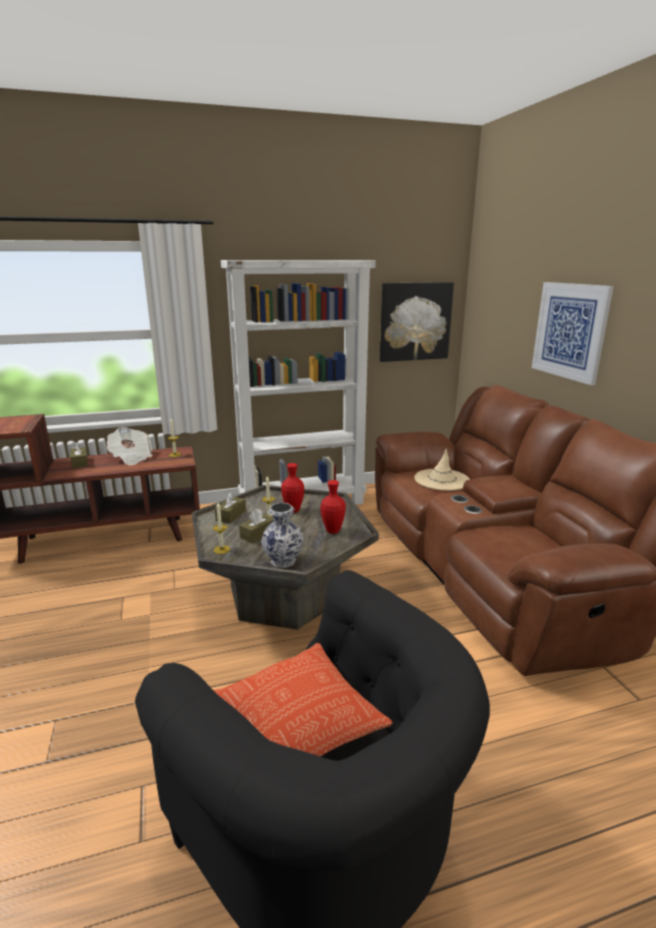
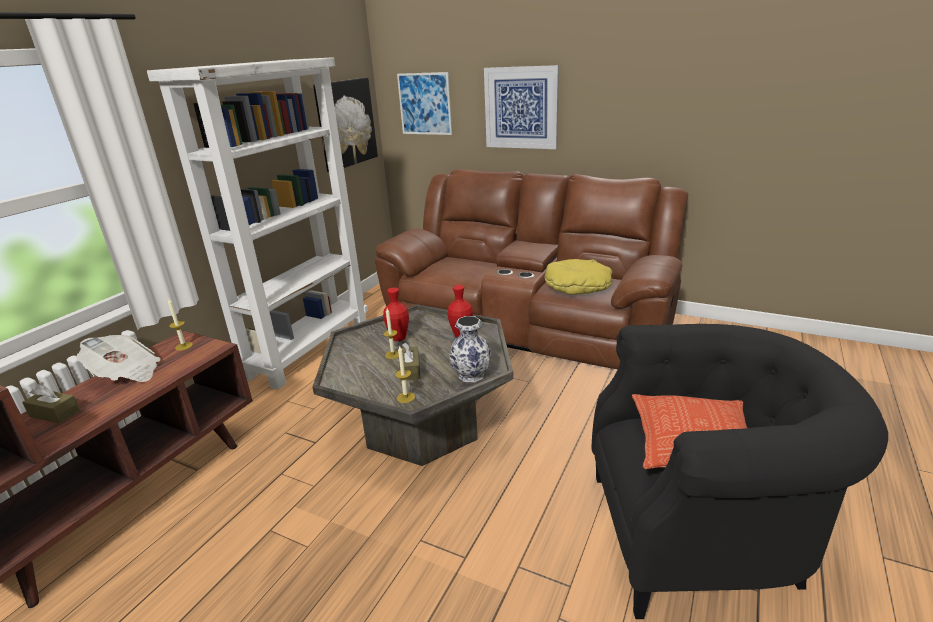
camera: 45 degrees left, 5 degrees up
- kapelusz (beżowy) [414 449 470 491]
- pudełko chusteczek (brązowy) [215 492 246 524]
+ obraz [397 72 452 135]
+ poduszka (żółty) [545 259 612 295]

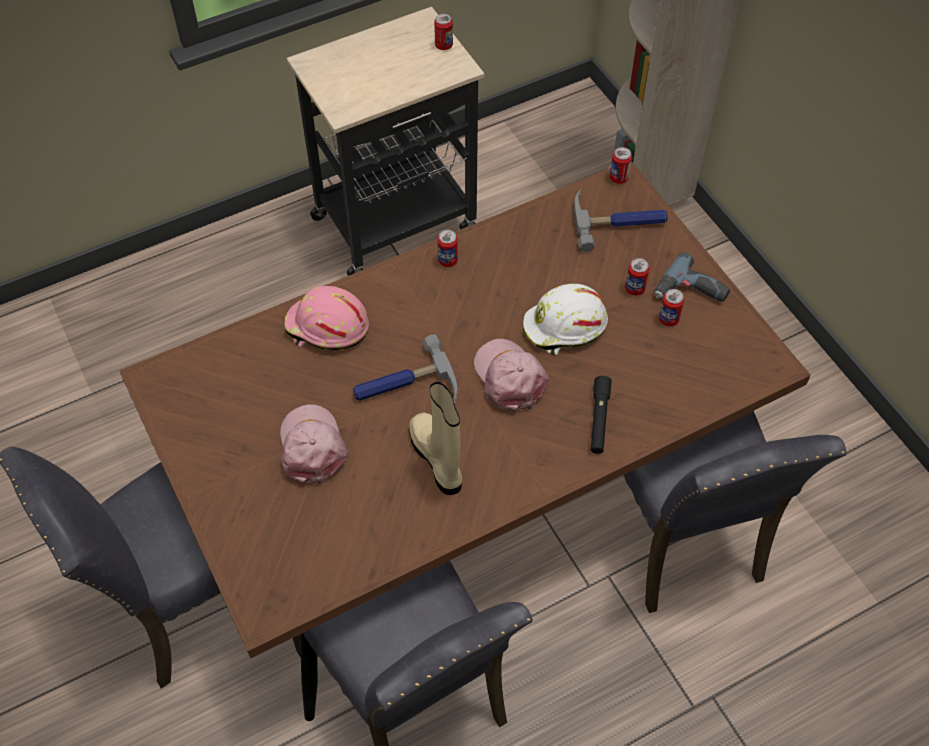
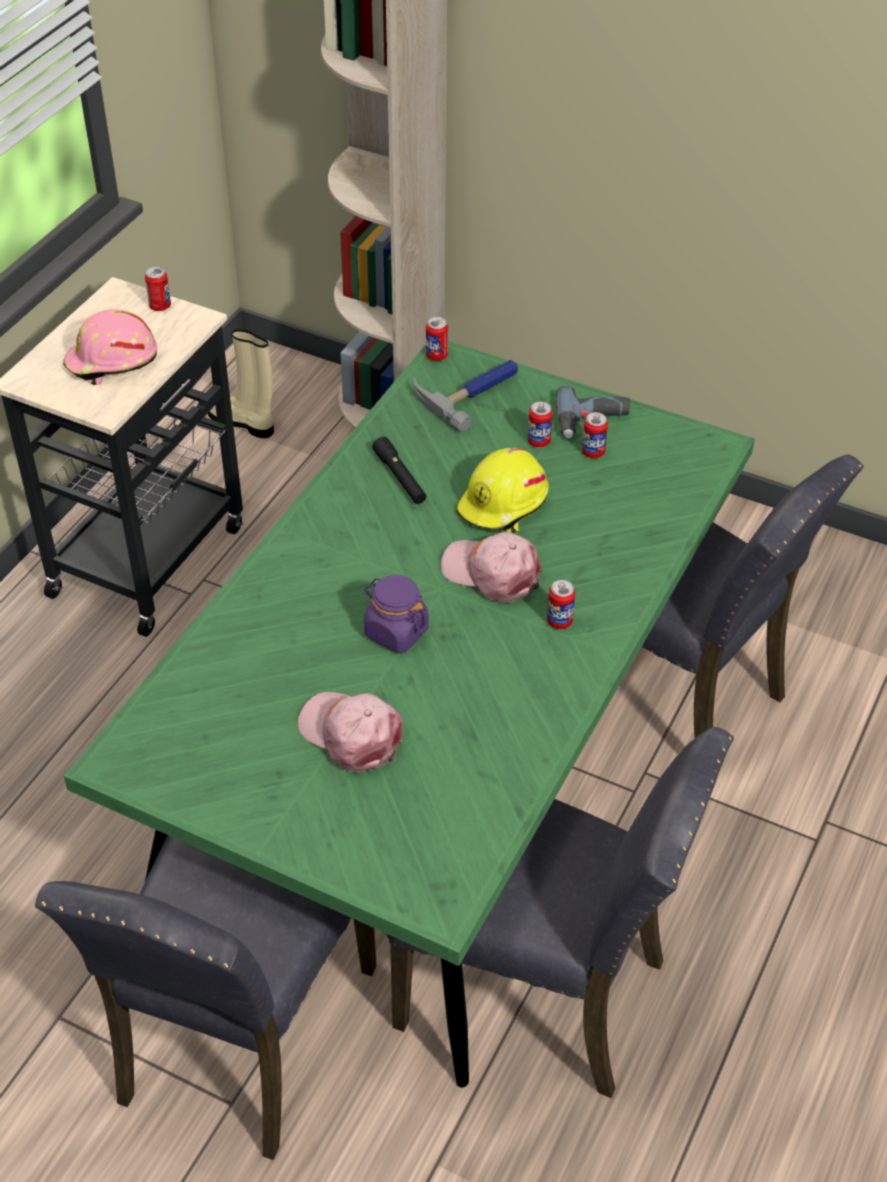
camera: 35 degrees left, 10 degrees down
~ stół jadalny (brązowy) [119 161 811 721] to stół jadalny (zielony) [64 341 755 1088]
~ puszka [437 230 458 267] to [547 580 575 629]
~ kask (biały) [523 284 608 355] to kask (żółty) [456 448 549 533]
~ kask (różowy) [284 286 369 350] to [63 309 157 385]
~ młotek [353 334 458 404] to słoik (fioletowy) [364 575 429 653]
~ latarka (czarny) [591 376 612 454] to [372 437 426 504]
~ but z cholewką (beżowy) [409 382 462 495] to [208 329 274 438]

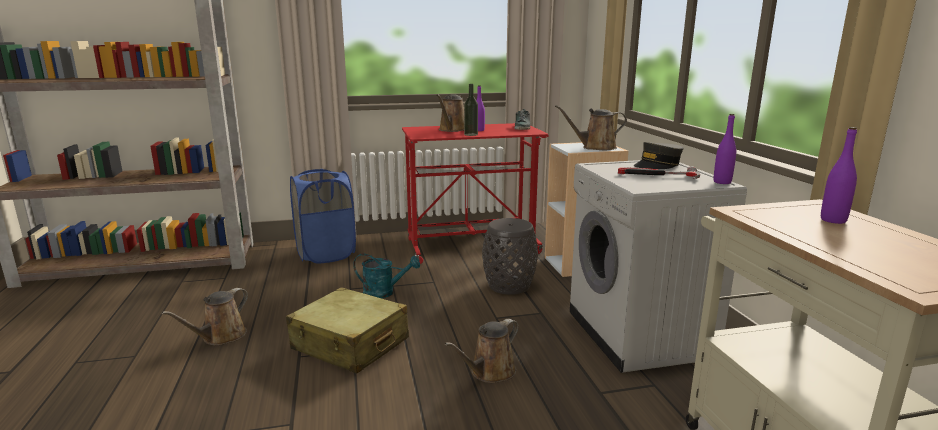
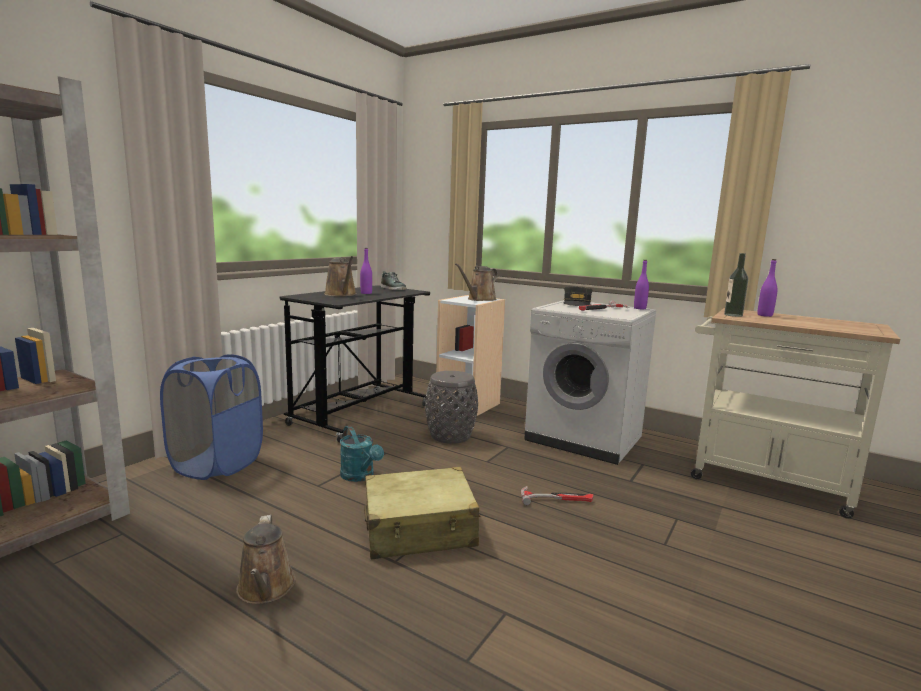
camera: 45 degrees left, 5 degrees down
~ butelka [464 84 478 136] to [724 253 748 317]
~ biurko (czerwony) [402 123 548 264] to biurko (czarny) [279 286 430 443]
~ konewka (turkusowy) [353 254 420 299] = [340 426 384 482] 90 degrees clockwise
~ konewka (brązowy) [445 319 519 383] to młotek [521 486 593 505]

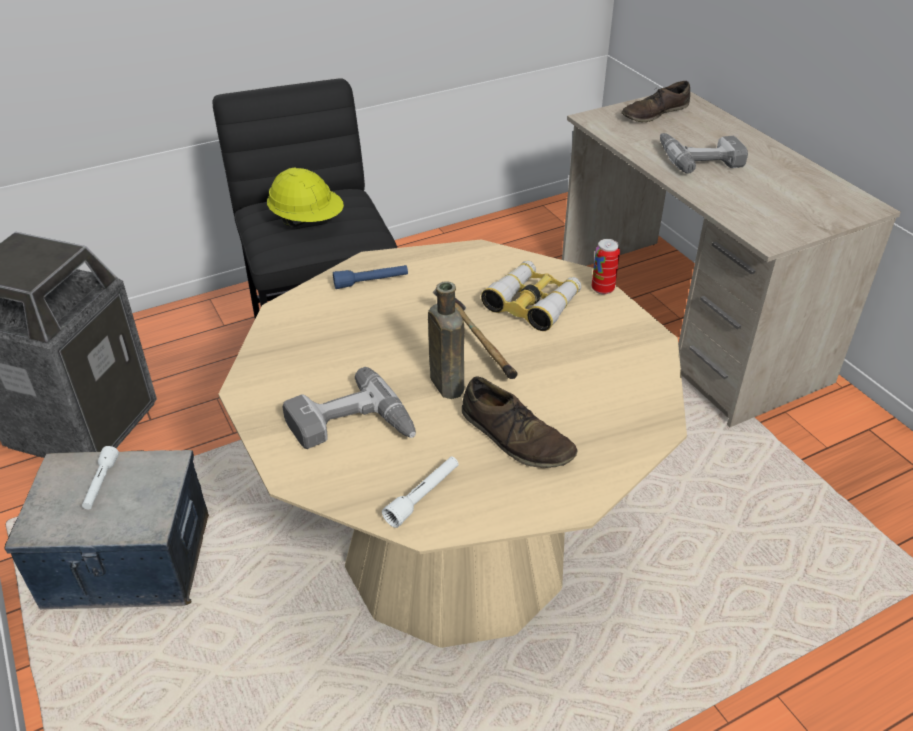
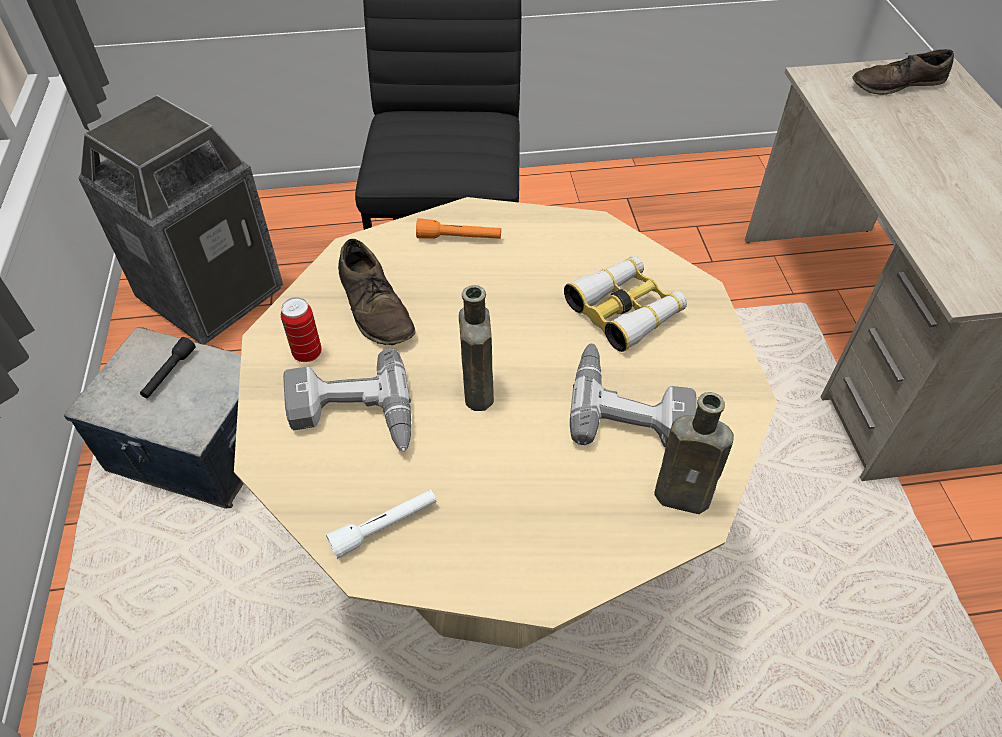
camera: 20 degrees right, 10 degrees up
~ wiertarka [660 133 748 174] to [570 343 697 447]
- kask (żółty) [267 167 344 227]
~ puszka [592 239 620 295] to [281 297 322 362]
~ latarka (niebieski) [333 265 408 289] to latarka (pomarańczowy) [416 218 501 239]
- młotek [432 289 518 379]
~ but (brązowy) [462 376 578 468] to [338 239 415 345]
~ latarka (biały) [82 446 119 509] to latarka (czarny) [140 337 196 398]
+ butelka (brązowy) [654 392 734 514]

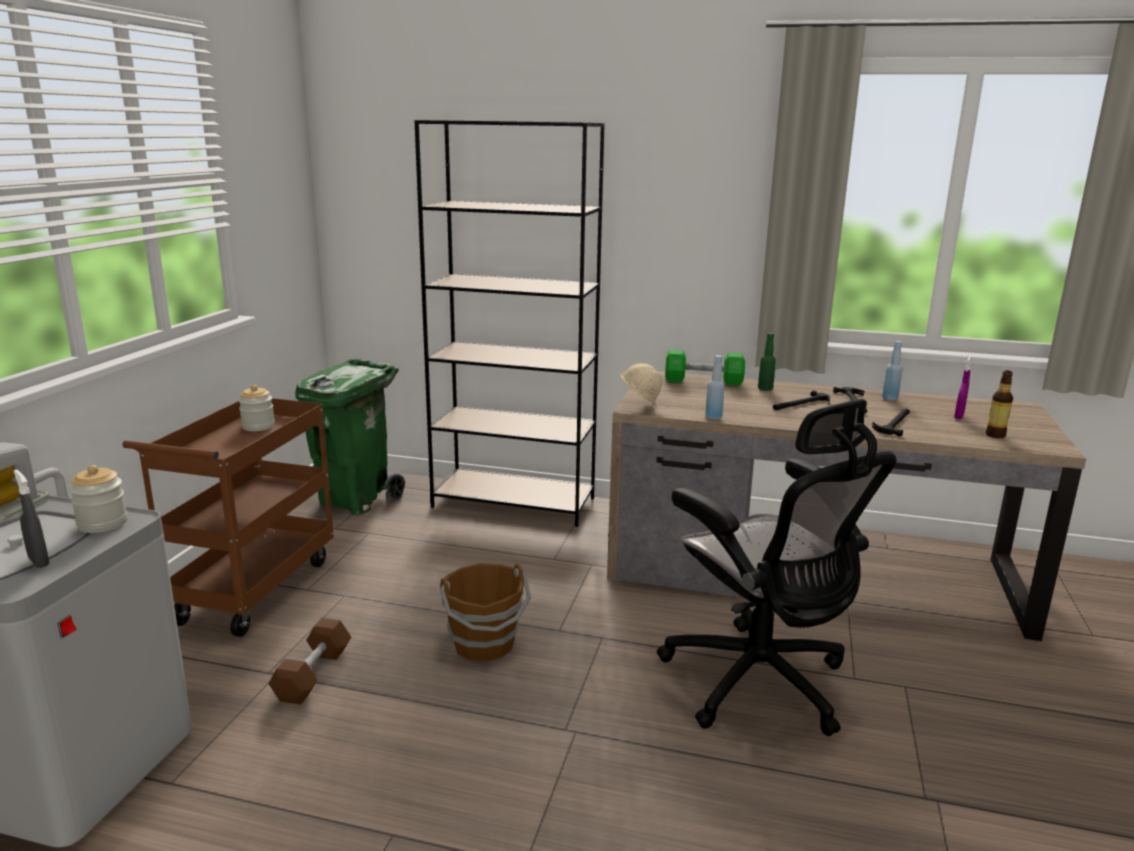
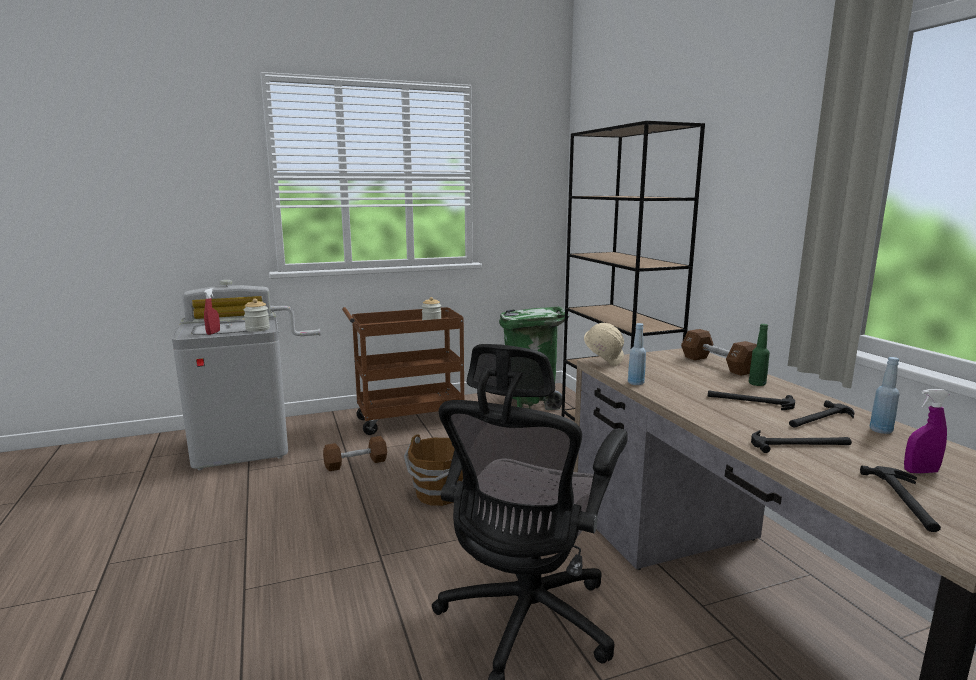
camera: 55 degrees right, 5 degrees down
~ hantel (zielony) [665 350 745 386] to hantel (brązowy) [681 329 757 376]
~ butelka [986 370 1013 438] to młotek [860 466 941 532]
~ spryskiwacz (szary) [14 469 49 568] to spryskiwacz (czerwony) [204 288 220 335]

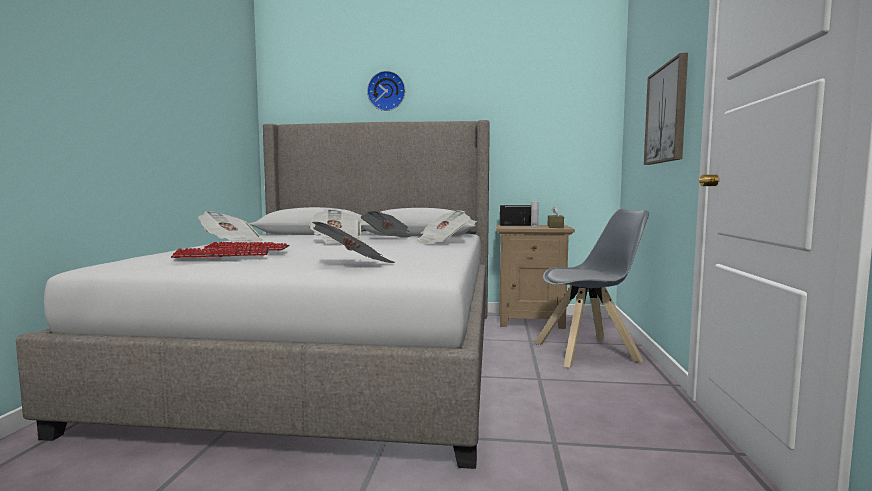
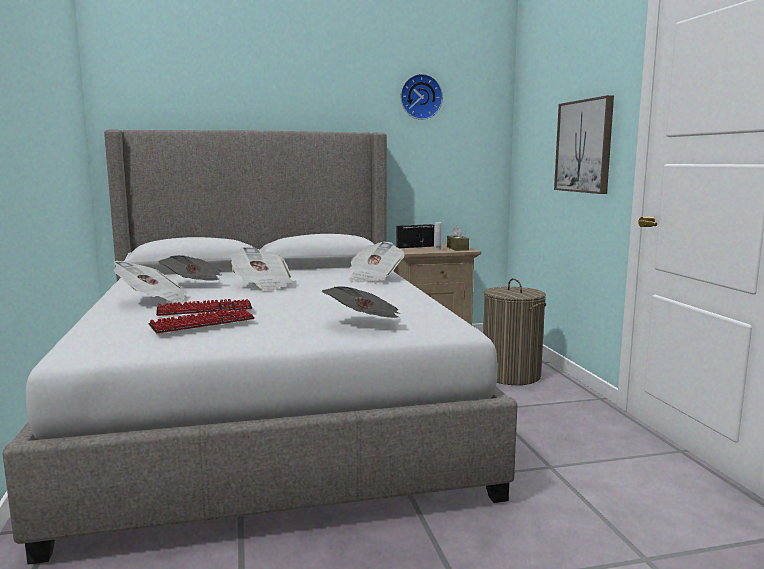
camera: 20 degrees left, 5 degrees up
~ zegar ścienny [367 71 406 111] to [400 74 443 120]
~ krzesło (szary) [534 208 649 368] to kosz na pranie [483 278 546 385]
~ gazeta [361 211 410 238] to [158 255 221 281]

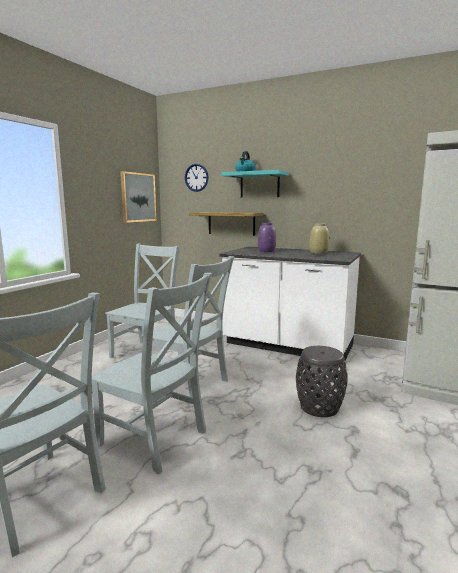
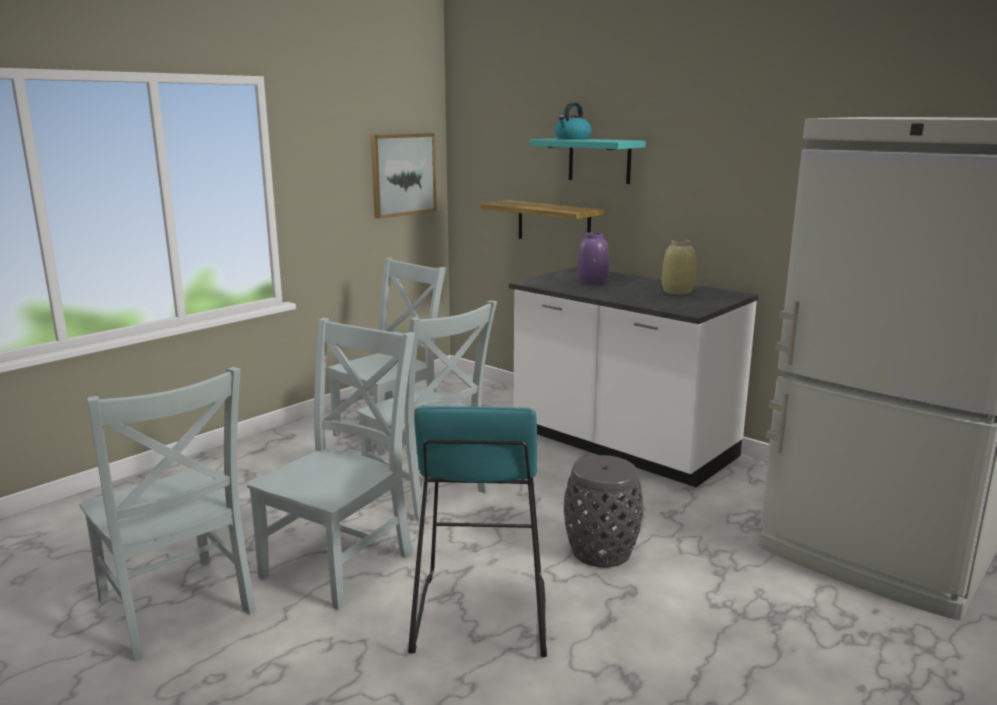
camera: 15 degrees right, 5 degrees up
- zegar ścienny [185 164 209 192]
~ krzesło (szary) [92 273 212 474] = [247 318 415 610] 105 degrees counterclockwise
+ stołek (turkusowy) [408 406 547 657]

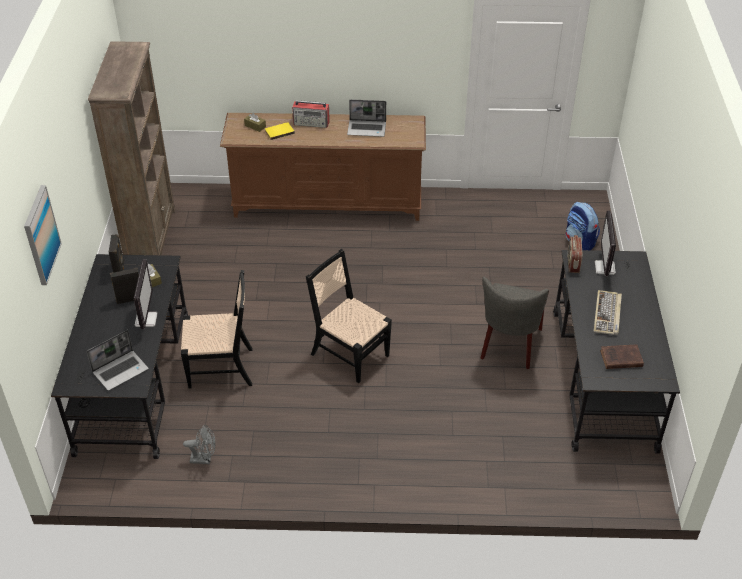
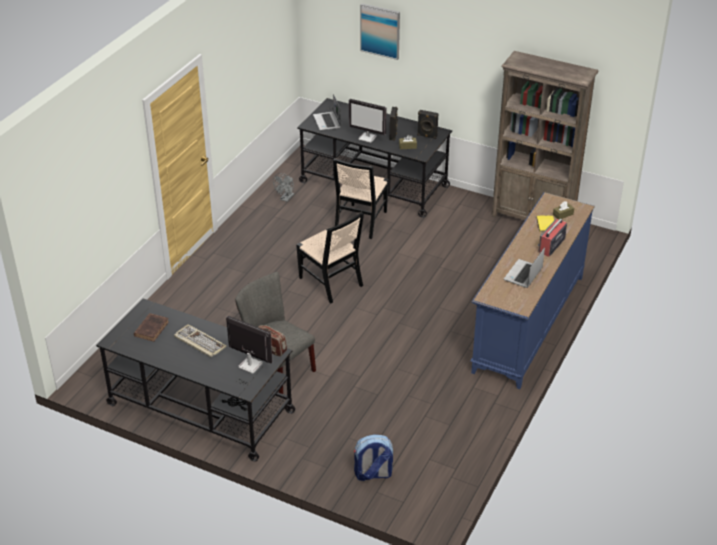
camera: 115 degrees right, 5 degrees down
~ szafka (brązowy) [220 113 426 221] to szafka (niebieski) [470 192 595 389]
~ krzesło [306 249 392 383] = [296 212 364 303] 75 degrees clockwise

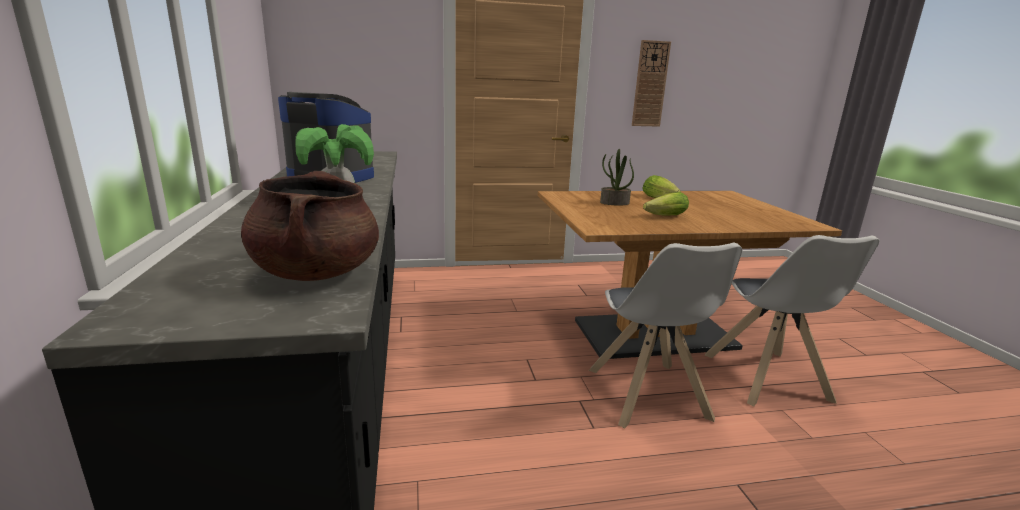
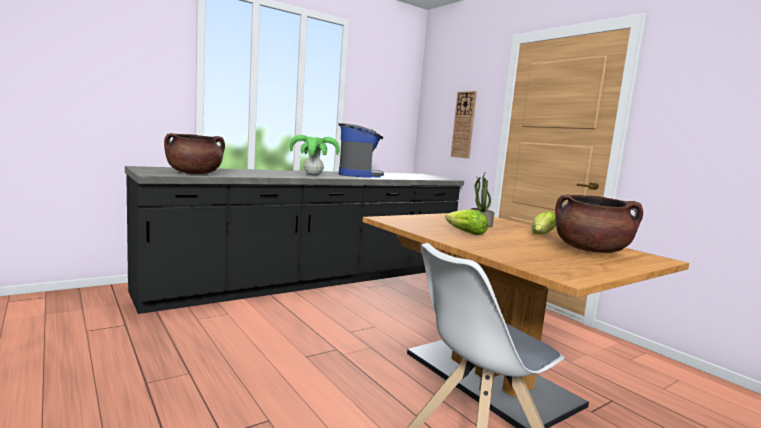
camera: 65 degrees right, 10 degrees down
~ zegar ścienny [632 40 671 127] to [451 91 477 159]
- krzesło [589 243 742 428]
+ garnek (brązowy) [555 194 643 253]

